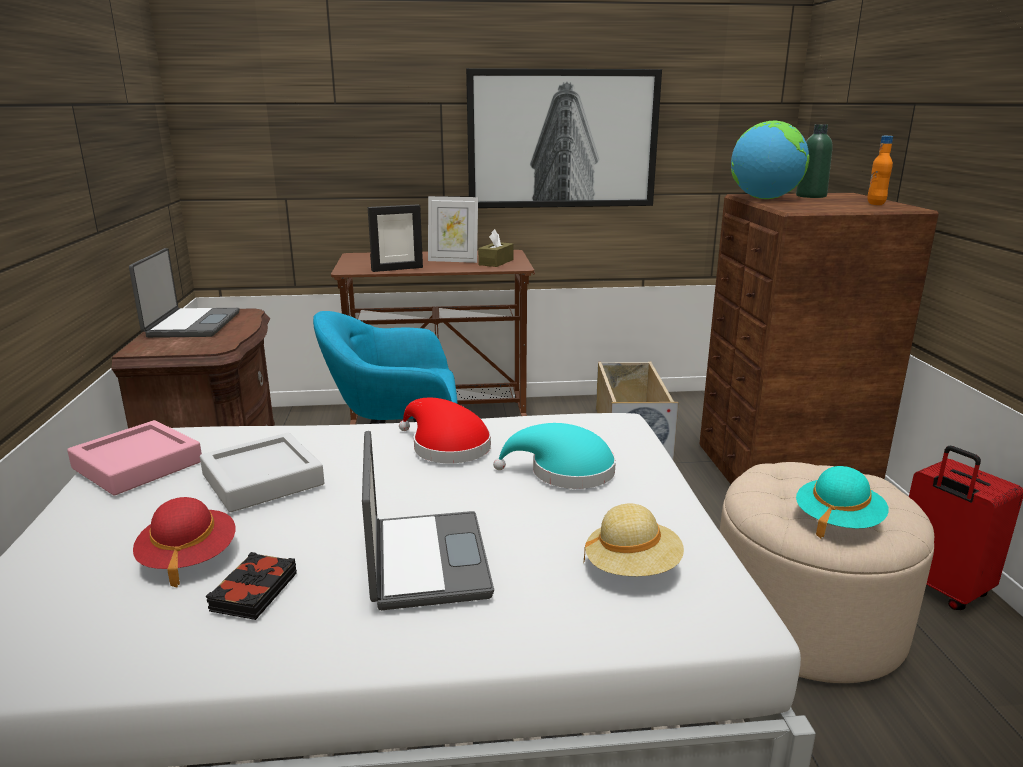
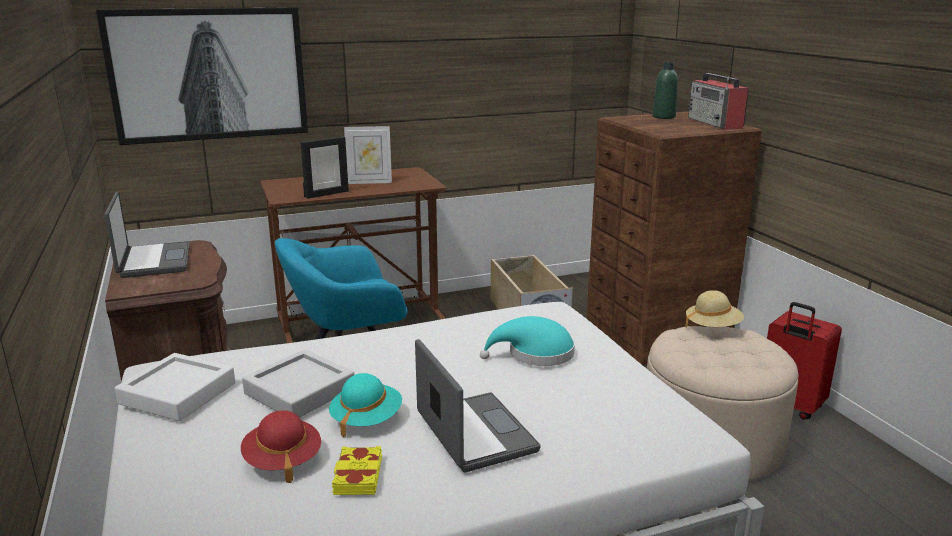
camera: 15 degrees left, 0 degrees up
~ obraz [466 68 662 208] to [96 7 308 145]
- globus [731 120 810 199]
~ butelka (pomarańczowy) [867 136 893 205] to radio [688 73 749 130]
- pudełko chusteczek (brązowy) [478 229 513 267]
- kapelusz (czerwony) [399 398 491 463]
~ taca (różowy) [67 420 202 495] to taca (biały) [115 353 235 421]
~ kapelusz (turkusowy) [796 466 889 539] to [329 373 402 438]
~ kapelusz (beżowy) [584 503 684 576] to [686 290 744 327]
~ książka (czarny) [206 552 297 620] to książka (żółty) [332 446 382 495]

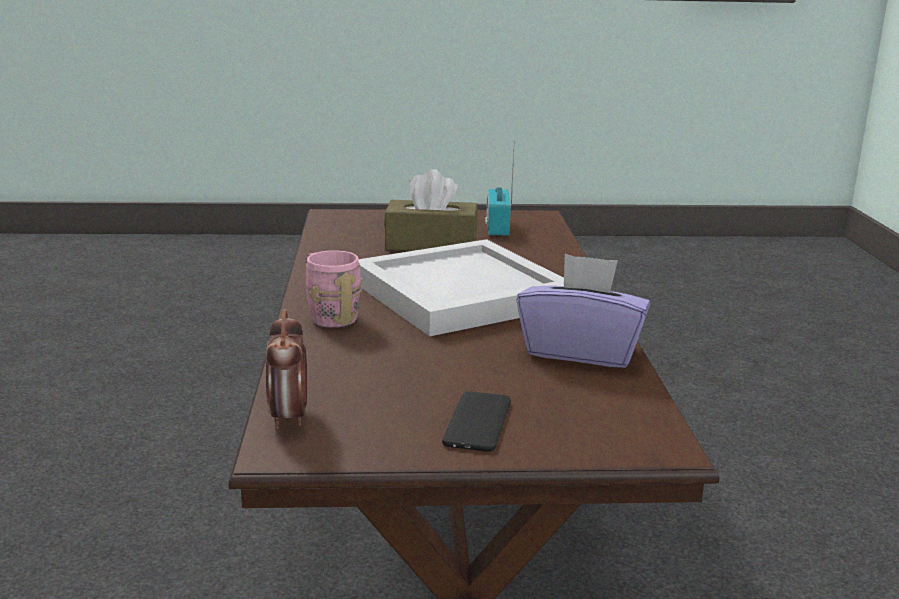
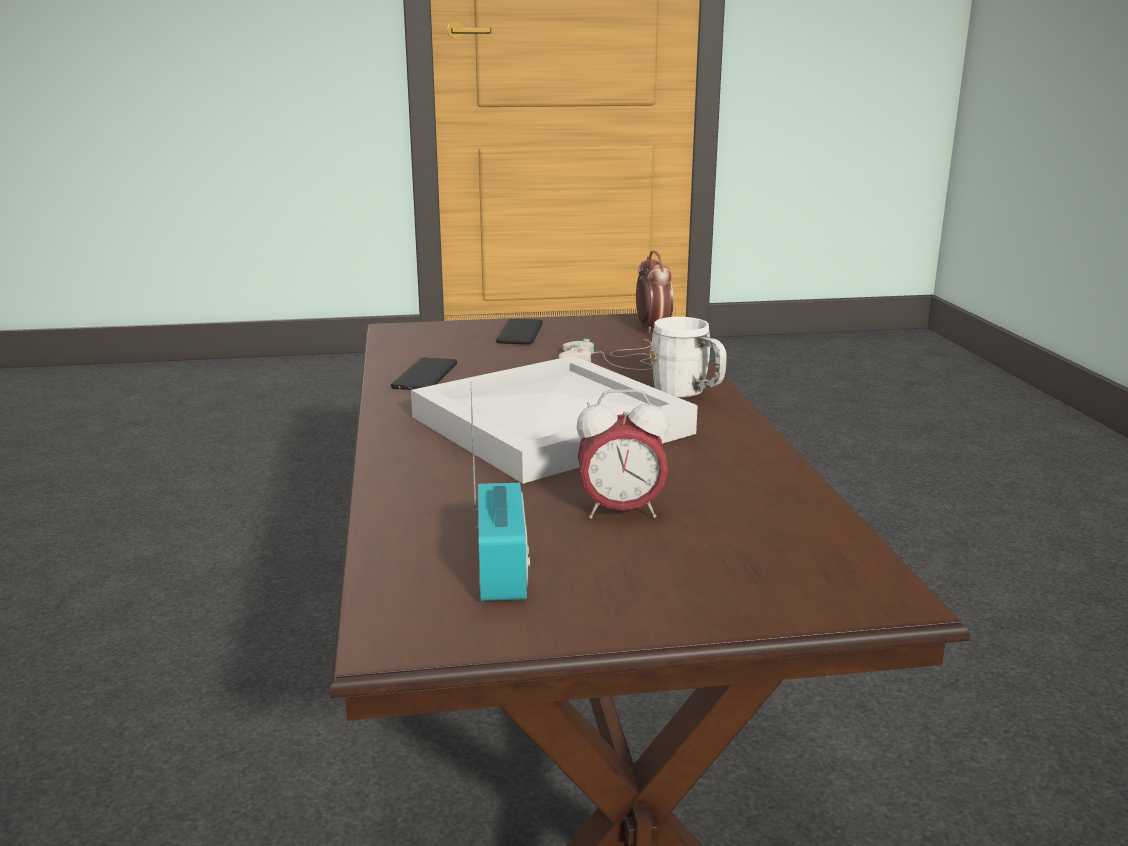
camera: 175 degrees right, 0 degrees up
~ pudełko chusteczek (brązowy) [384 169 478 251] to budzik [577 390 669 519]
~ kubek (różowy) [306 250 363 328] to kubek (biały) [650 317 727 398]
~ pudełko chusteczek (fioletowy) [517 254 650 368] to telefon [391 357 457 390]
+ pad do gier (biały) [558 339 653 370]

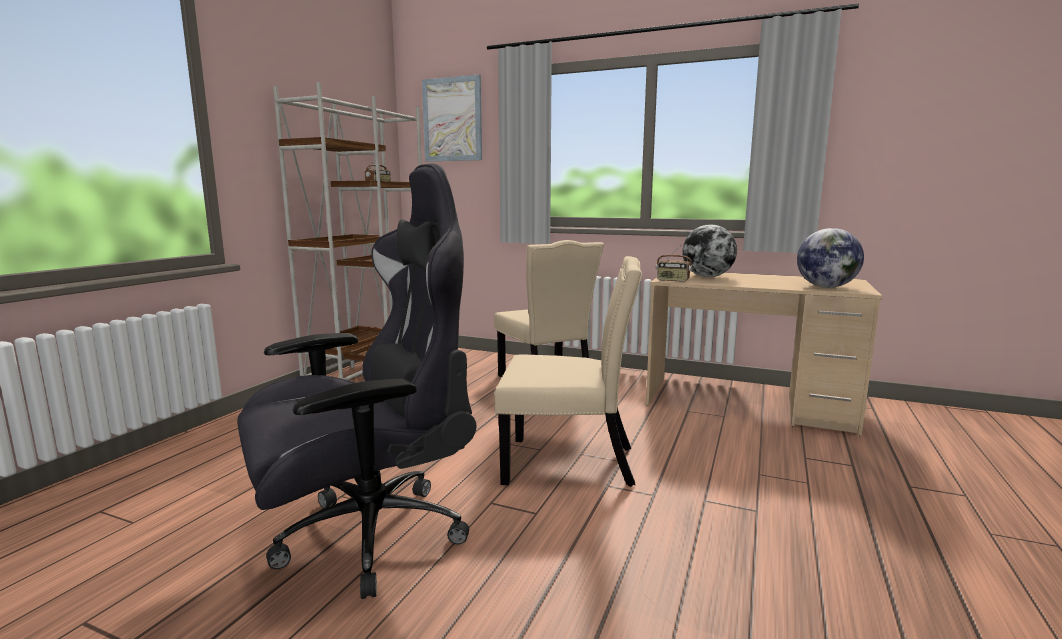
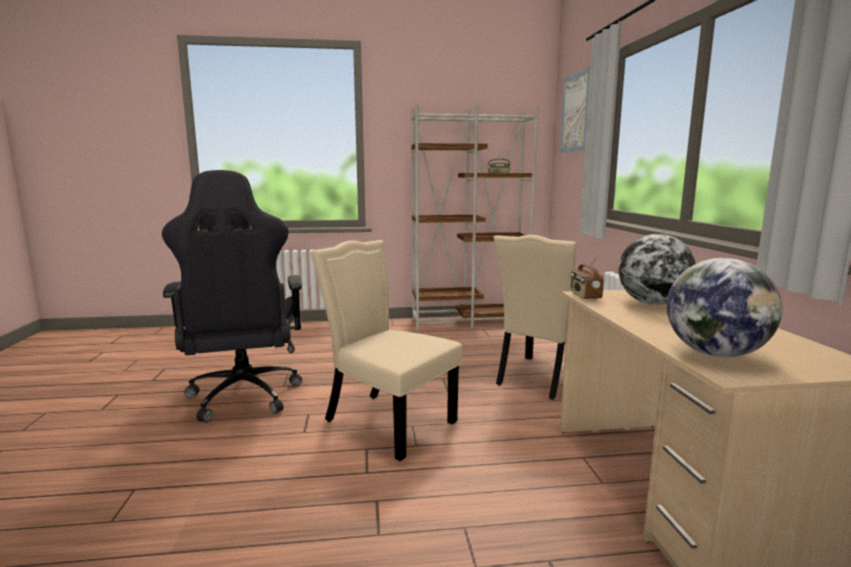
camera: 60 degrees right, 0 degrees up
~ krzesło biurowe (czarny) [237 163 476 599] = [162 170 302 422] 45 degrees clockwise
~ krzesło (beżowy) [494 256 642 487] = [311 240 463 461] 150 degrees clockwise

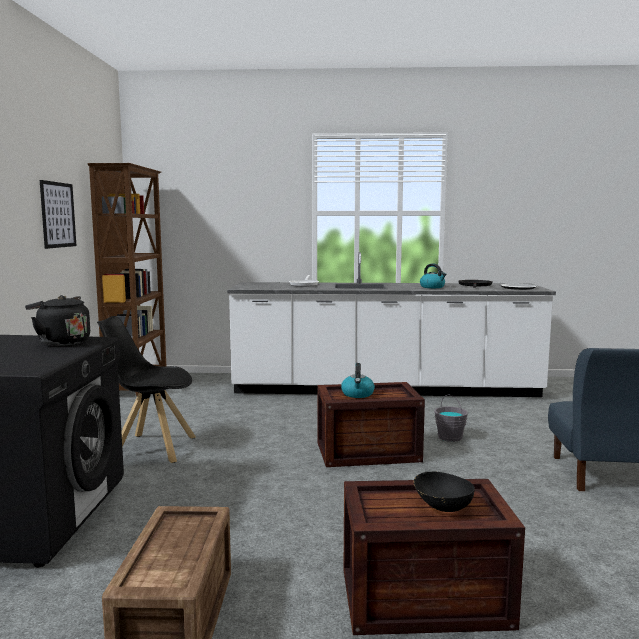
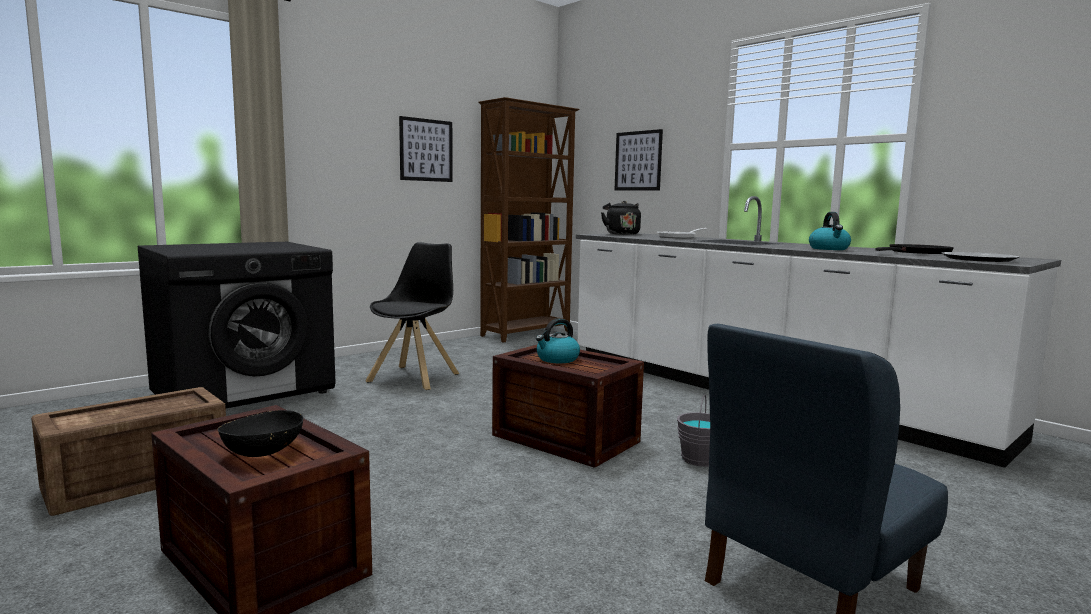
camera: 45 degrees right, 0 degrees up
~ czajnik (czarny) [25 295 90 346] to [601 201 641 235]
~ krzesło (czarny) [97 316 196 463] = [365 242 459 390] 60 degrees clockwise
+ obraz [614 129 663 191]

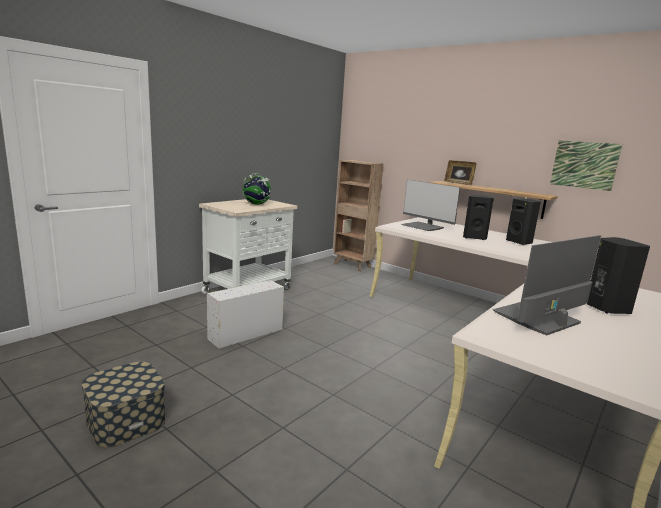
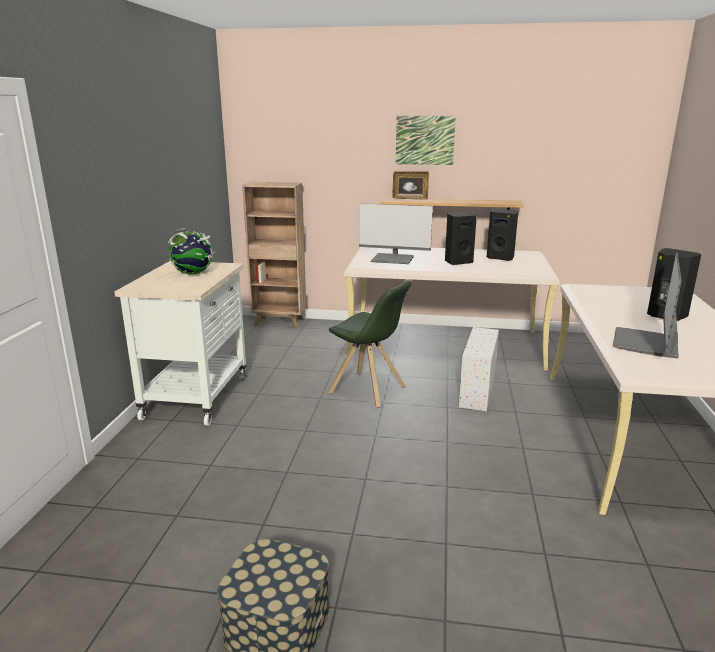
camera: 30 degrees left, 5 degrees up
~ obraz [550 140 622 191] to [396 116 456 165]
~ pojemnik do przechowywania (biały) [207 280 284 348] to [459 327 499 411]
+ krzesło (zielony) [328 280 411 408]

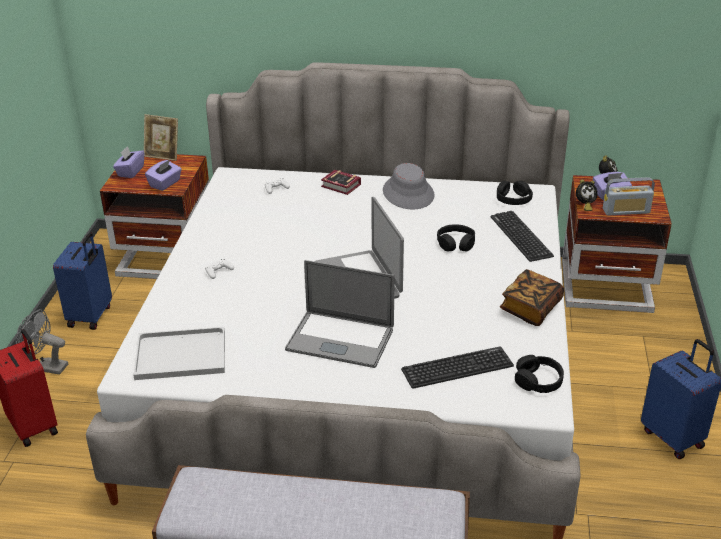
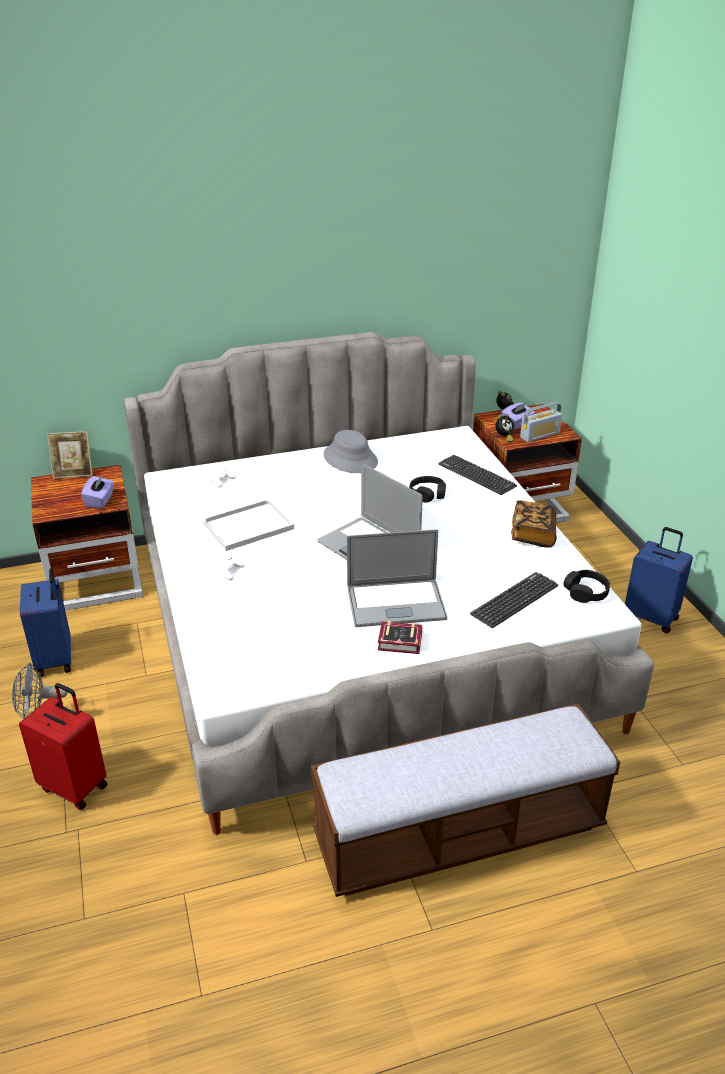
camera: 25 degrees left, 0 degrees up
- pudełko chusteczek (fioletowy) [113 146 144 178]
~ książka [321 170 361 195] to [378 621 423 654]
- słuchawki (czarny) [497 181 533 205]
~ taca (biały) [133 327 225 380] to [202 499 294 551]

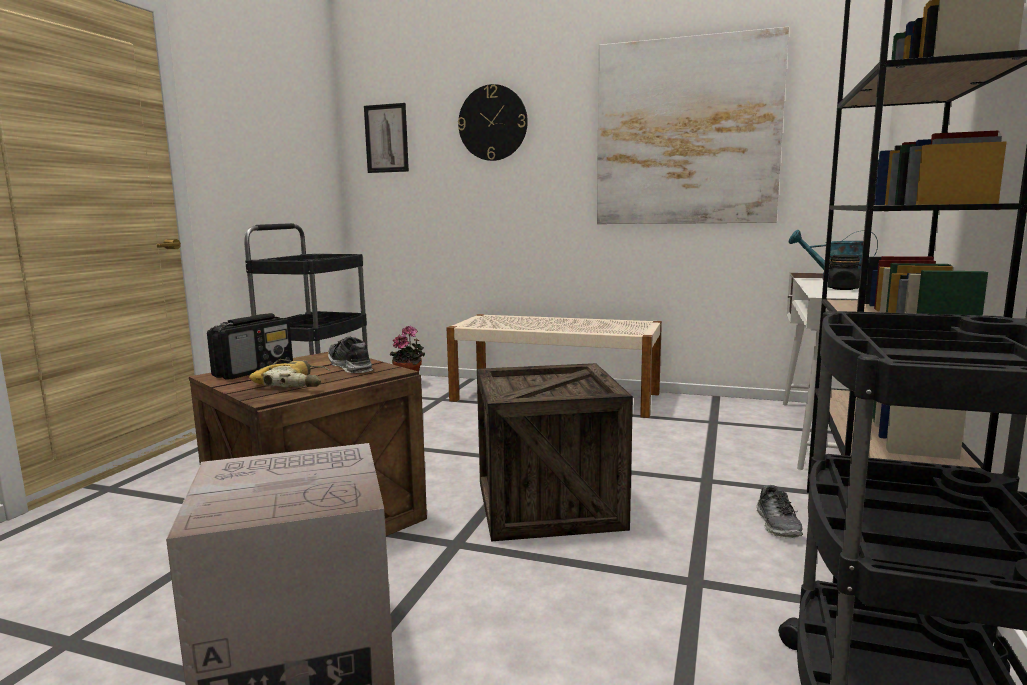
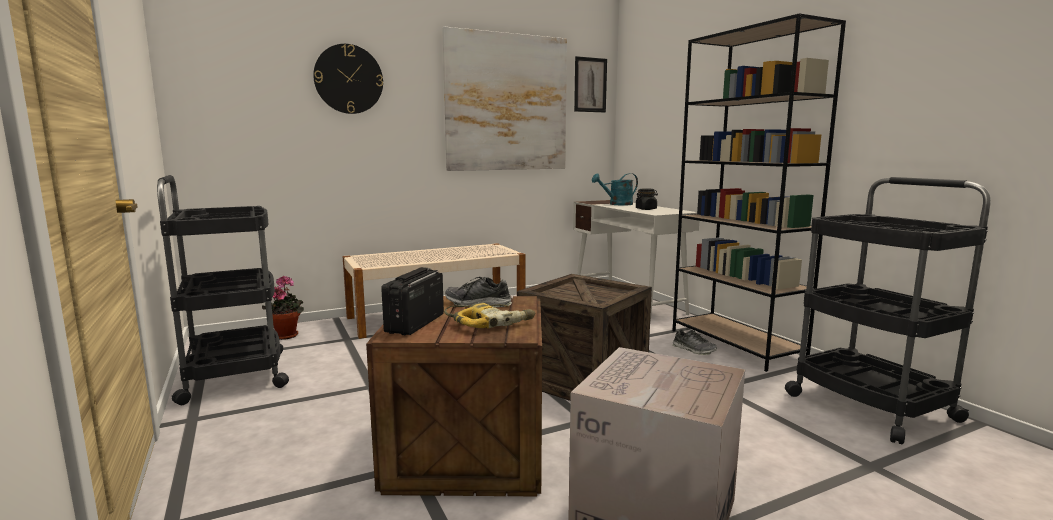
camera: 45 degrees left, 0 degrees up
~ obraz [364 103 409 173] to [574 56 607 112]
~ radio [207 313 293 380] = [381 267 444 335] 150 degrees counterclockwise

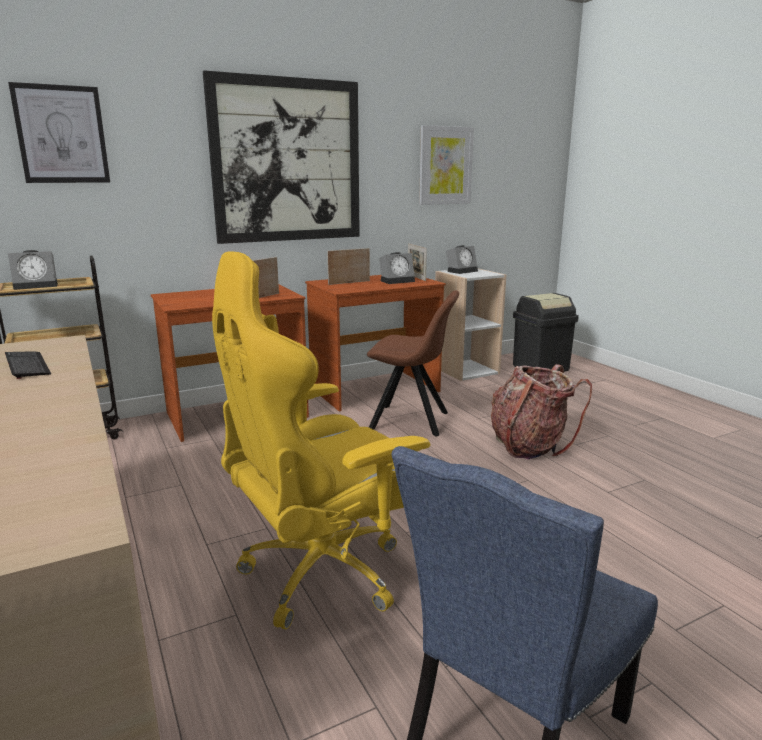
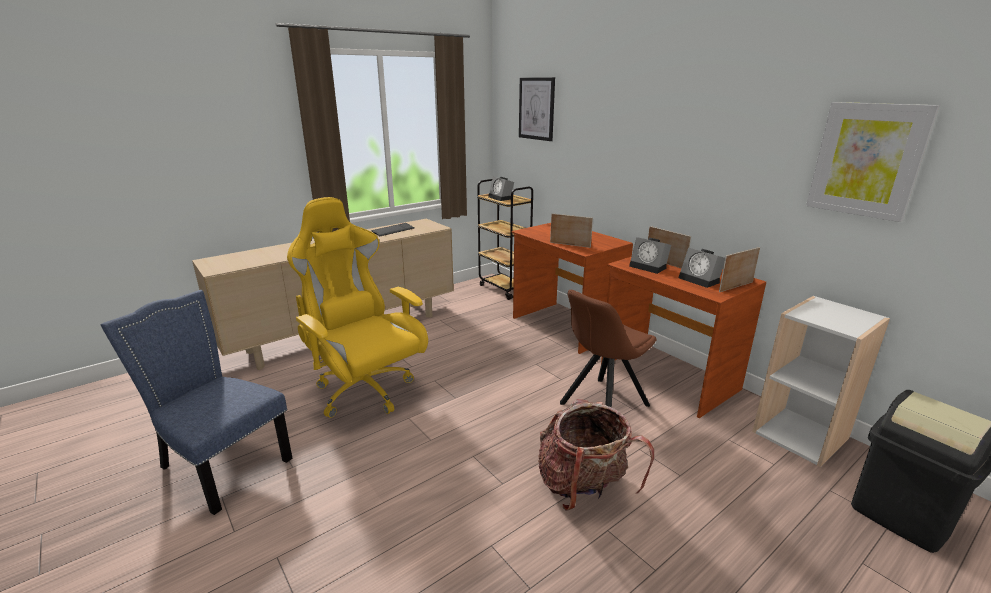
camera: 80 degrees right, 5 degrees up
- obraz [203 70 360 244]
~ budzik [446 245 478 274] to [629 237 671 274]
~ krzesło (brązowy) [367 290 459 437] = [560 290 657 408] 45 degrees clockwise

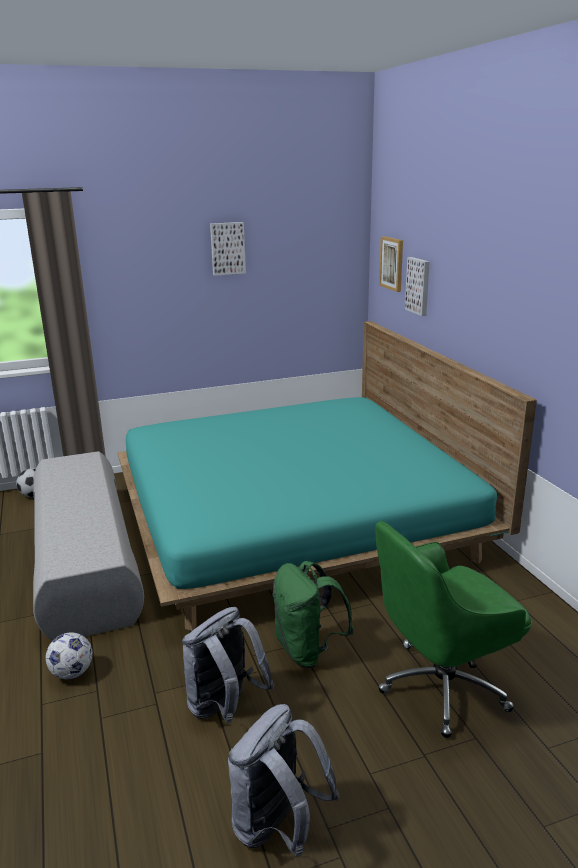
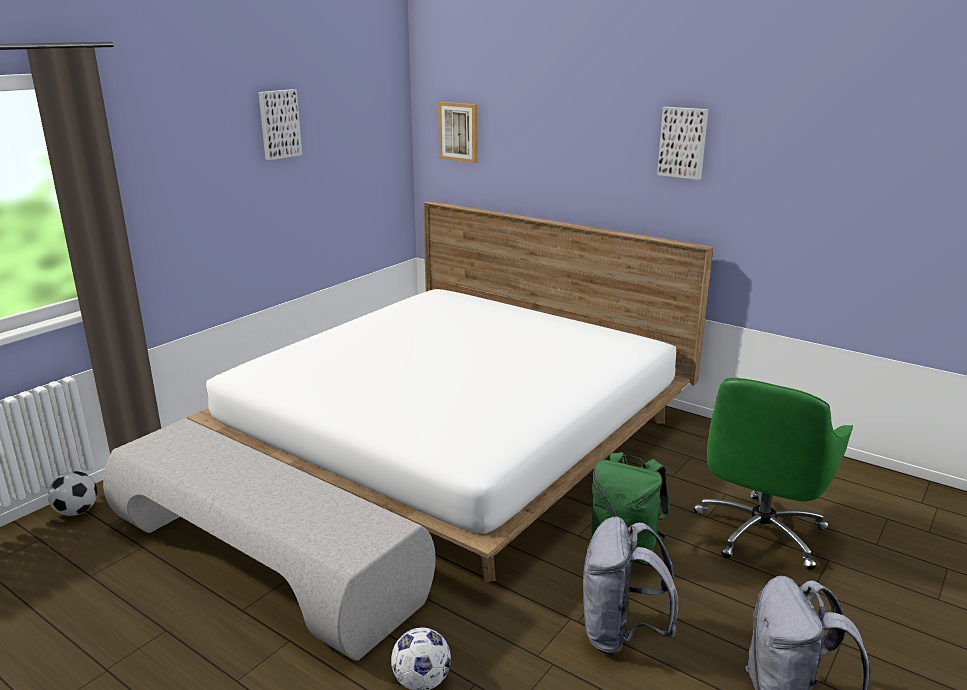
camera: 35 degrees left, 0 degrees up
~ obraz [405 257 430 316] to [657 107 708 180]
~ łóżko (turkusowy) [118 321 537 631] to łóżko (biały) [187 201 713 582]

